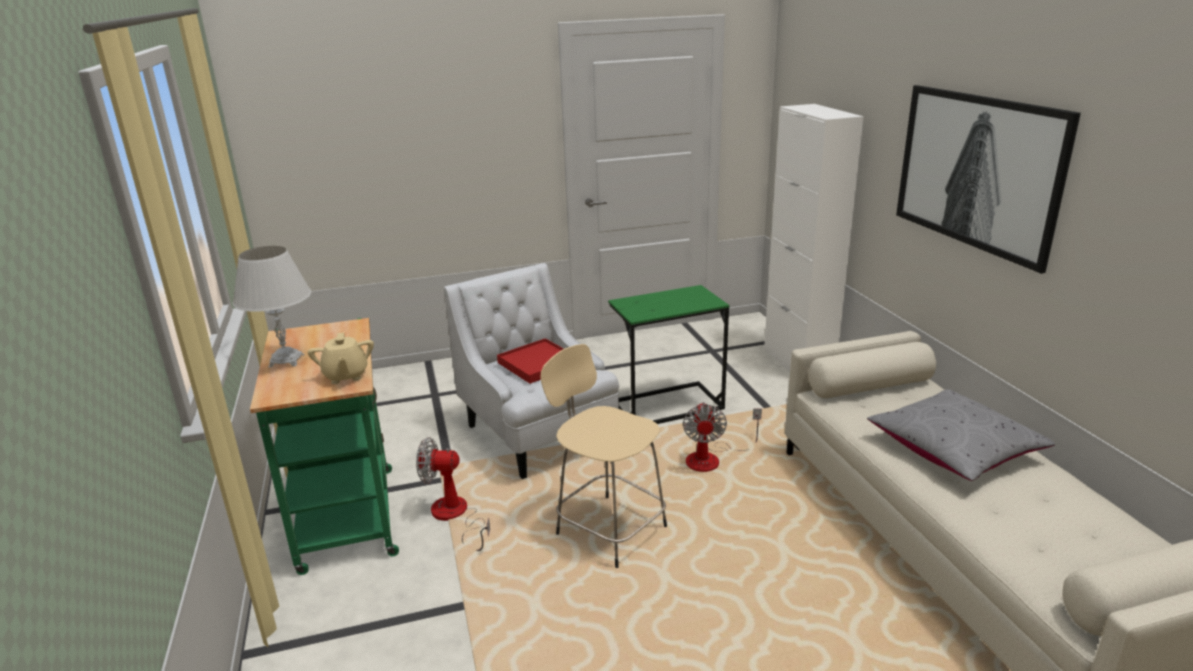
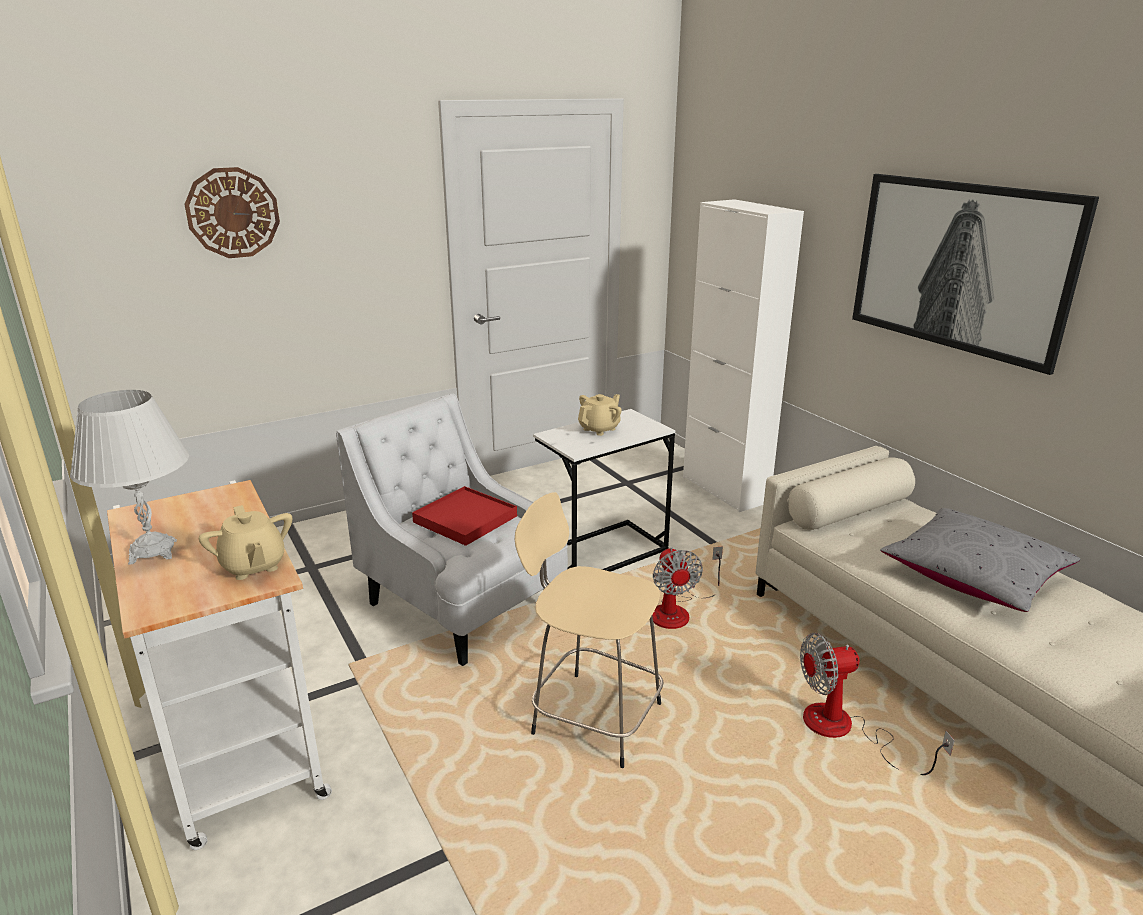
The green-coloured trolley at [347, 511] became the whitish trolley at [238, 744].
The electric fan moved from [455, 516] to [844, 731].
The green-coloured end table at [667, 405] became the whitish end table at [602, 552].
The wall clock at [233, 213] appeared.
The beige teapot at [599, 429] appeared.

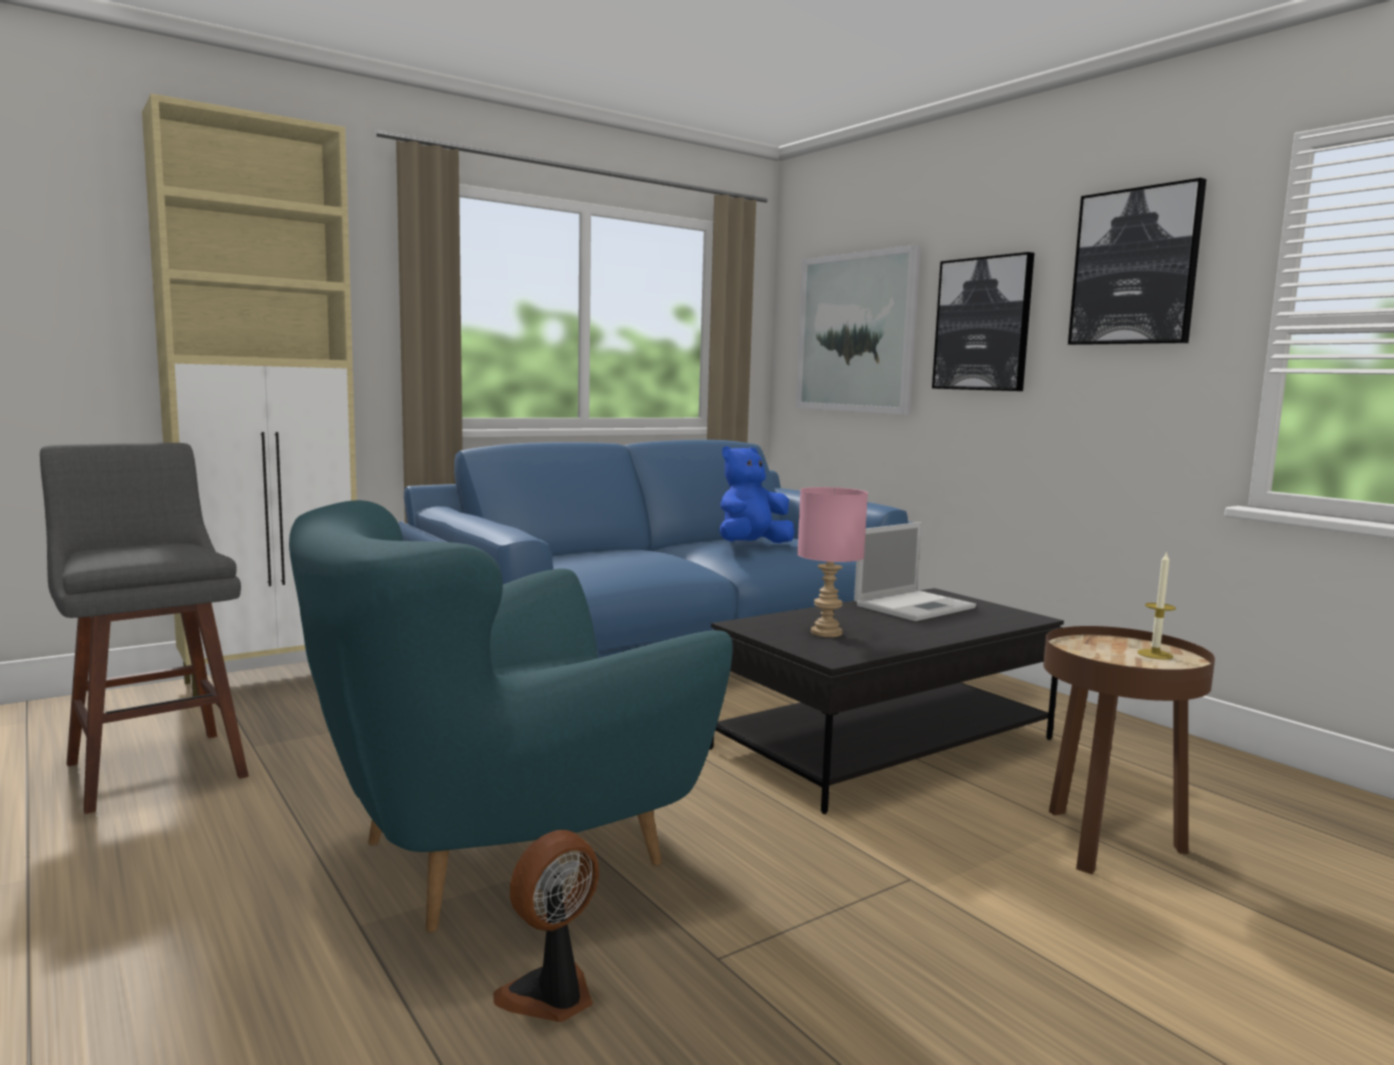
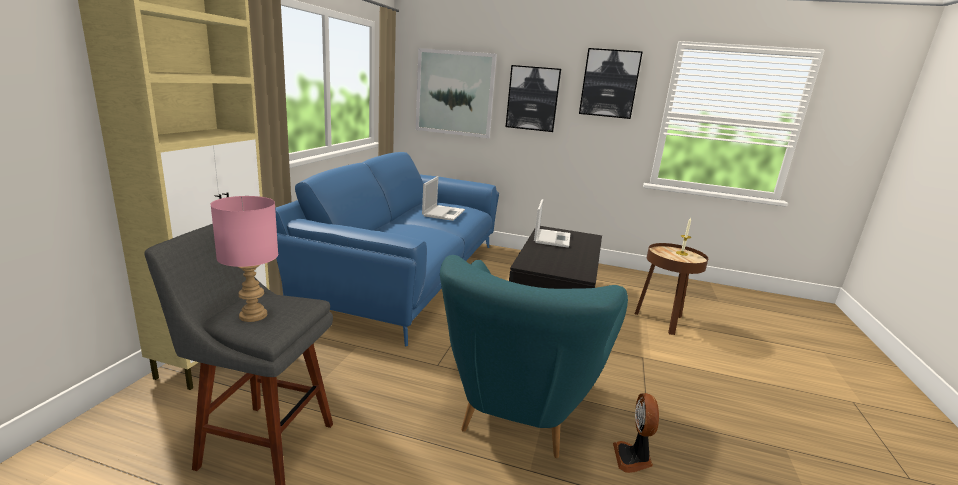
The blue soft toy at [751, 545] was replaced by the portable computer at [444, 213].
The pink tabletop lamp moved from [825, 633] to [253, 316].

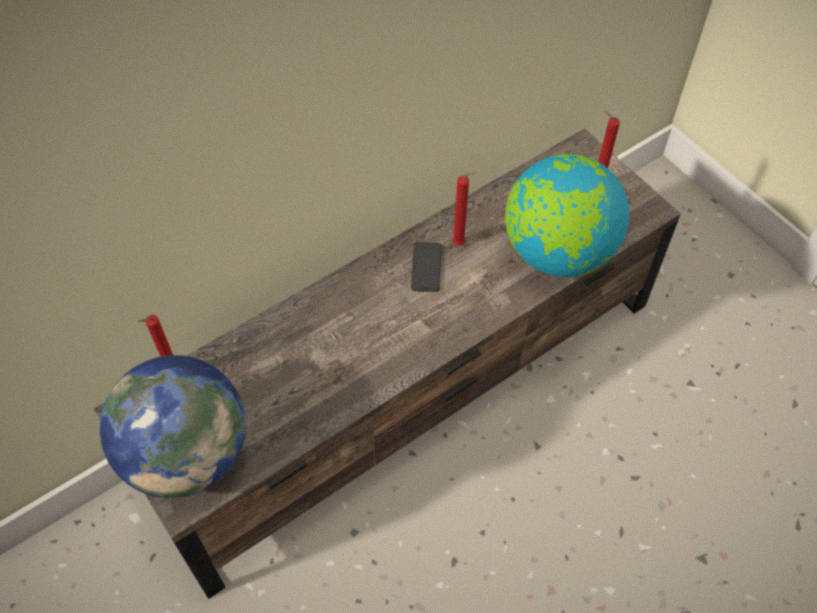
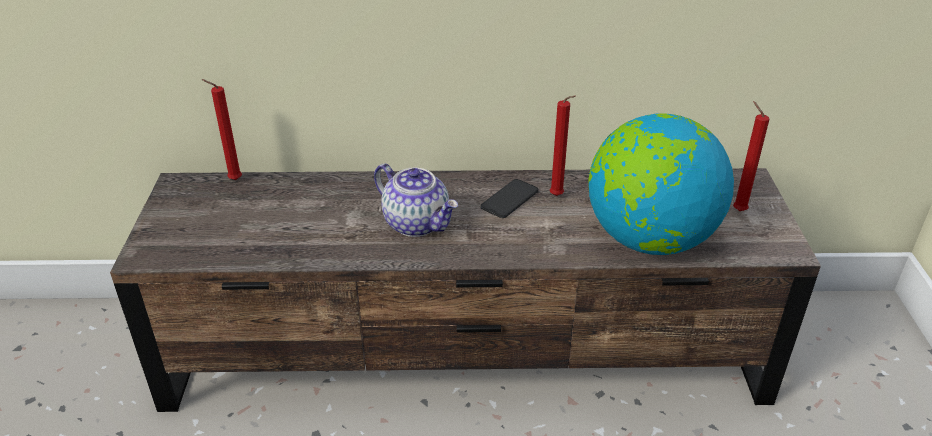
The world globe at [188, 455] disappeared.
The teapot at [417, 223] appeared.

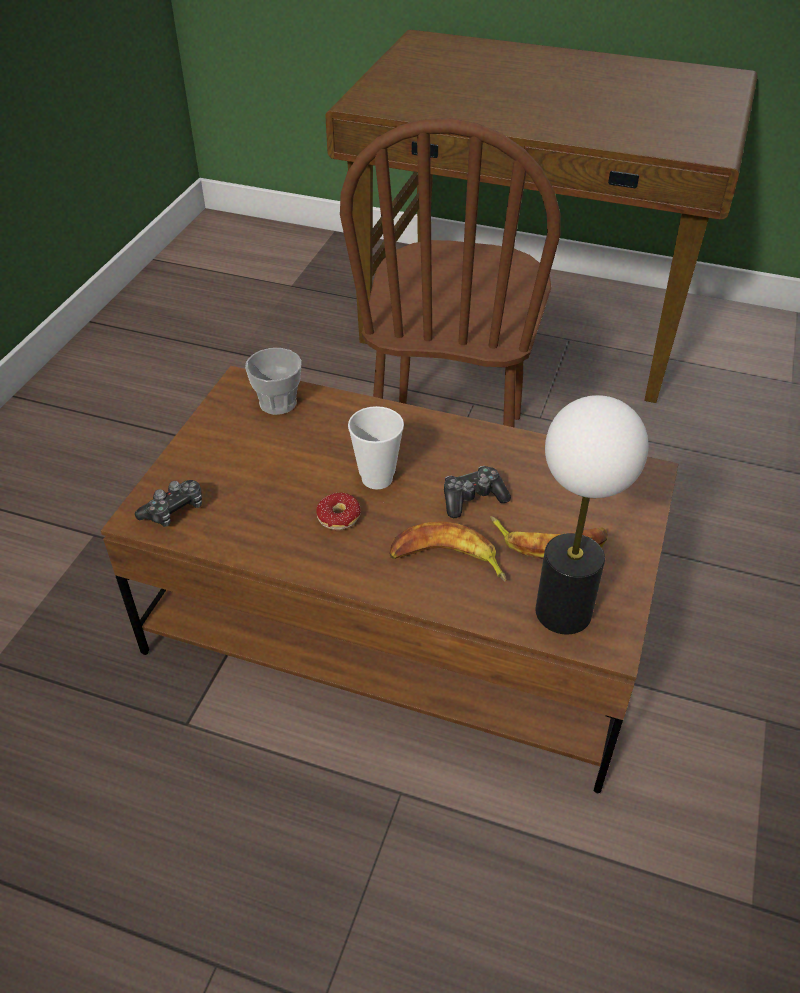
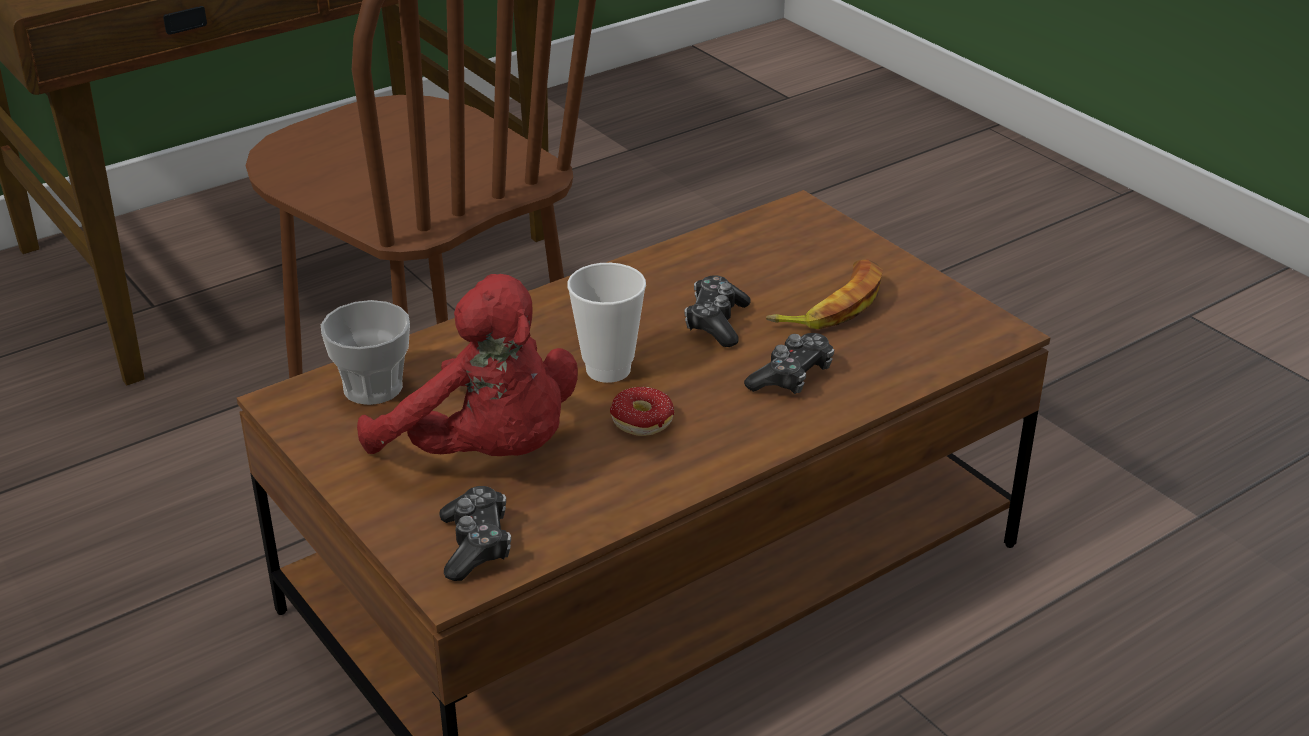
The whole banana at [447, 561] was replaced by the joypad at [792, 377].
The tabletop lamp at [564, 611] disappeared.
The reddish soft toy at [486, 453] appeared.

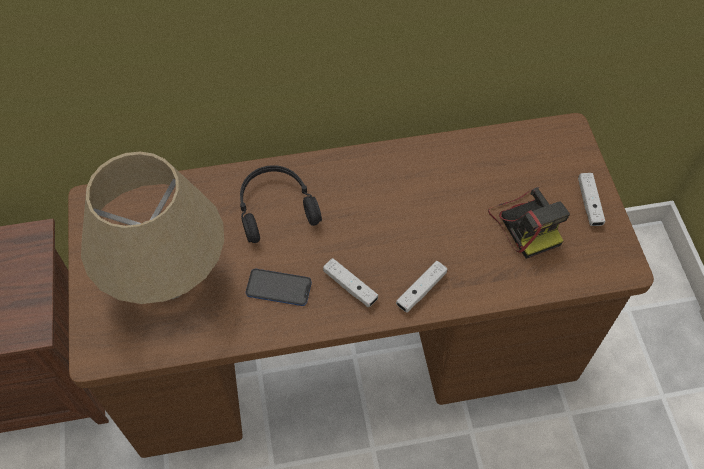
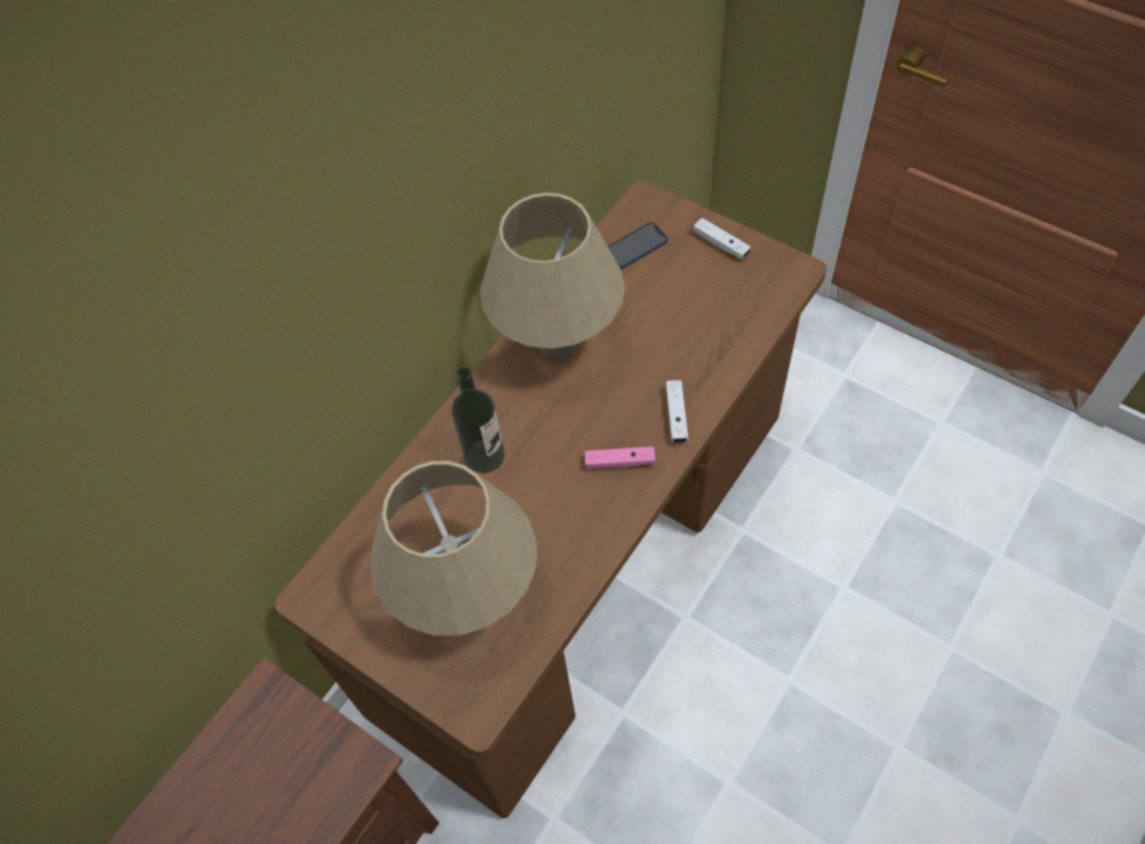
The black pair of headphones at [275, 207] was replaced by the drink bottle at [485, 456].
The handset moved from [279, 288] to [636, 247].
The whitish joypad at [350, 286] became the pink joypad at [620, 462].
The photo camera at [526, 223] disappeared.
The beige tabletop lamp at [558, 343] appeared.

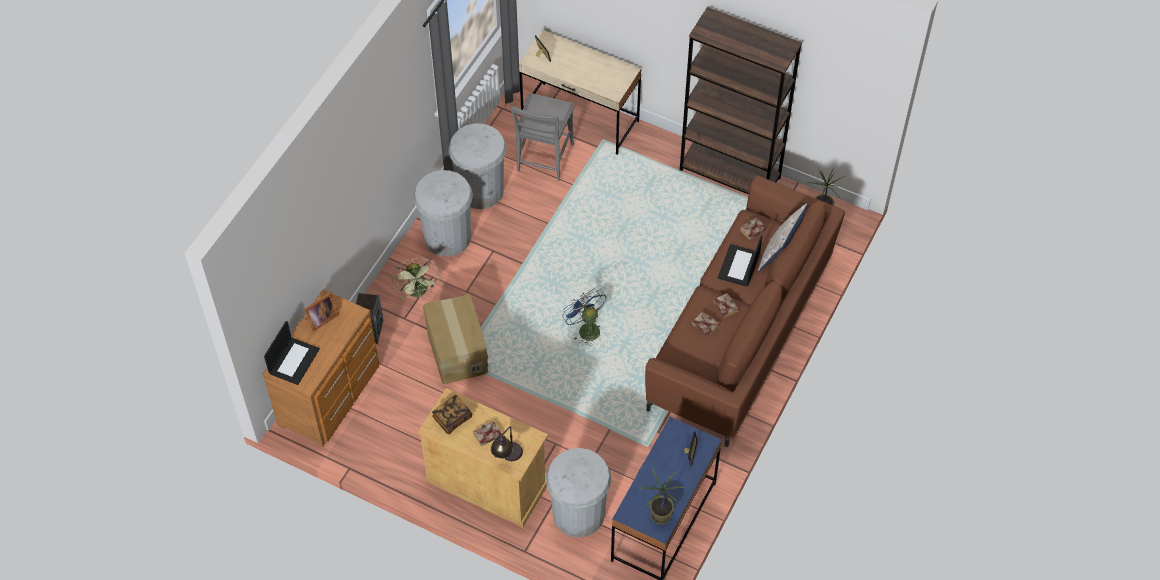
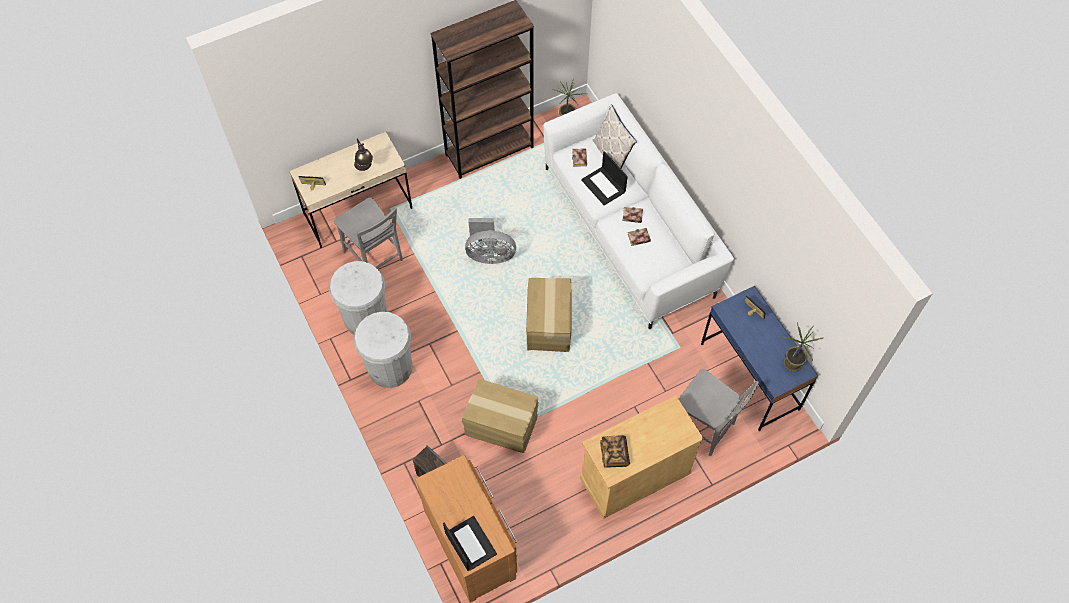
The standing frame at [320, 319] disappeared.
The green-coloured electric fan at [418, 292] disappeared.
The book at [487, 436] disappeared.
The tabletop lamp moved from [507, 458] to [365, 169].
The whitish waste bin at [578, 514] was replaced by the greyish upright chair at [705, 428].
The blue electric fan at [585, 329] was replaced by the packing box at [549, 324].
The brown sofa at [741, 334] became the whitish sofa at [629, 230].
The greyish electric fan at [489, 254] appeared.

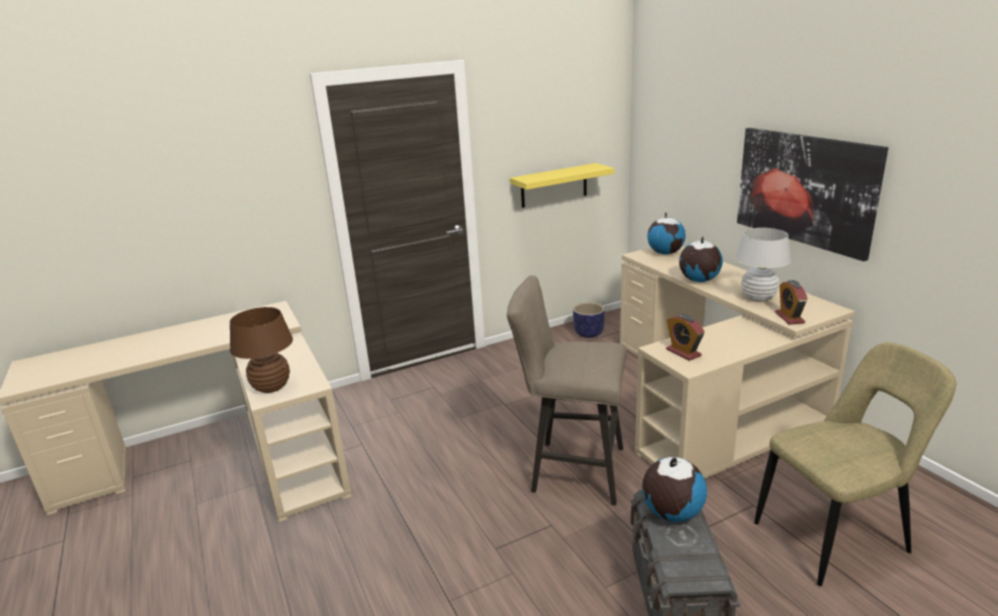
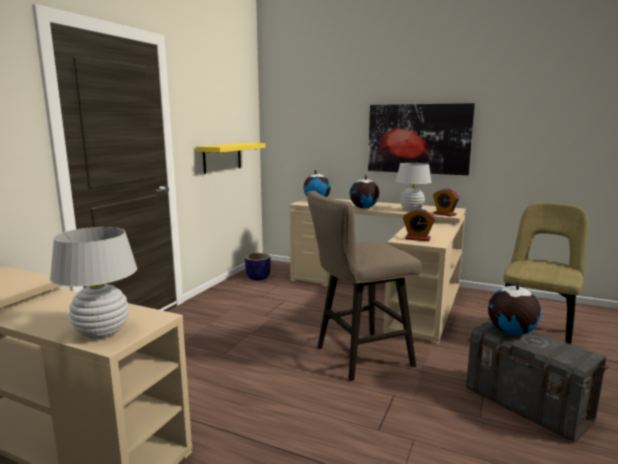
The brown tabletop lamp at [271, 387] became the whitish tabletop lamp at [102, 332].

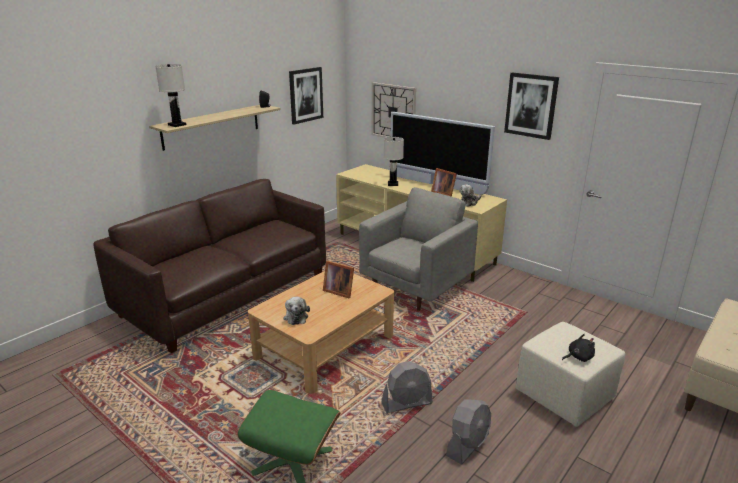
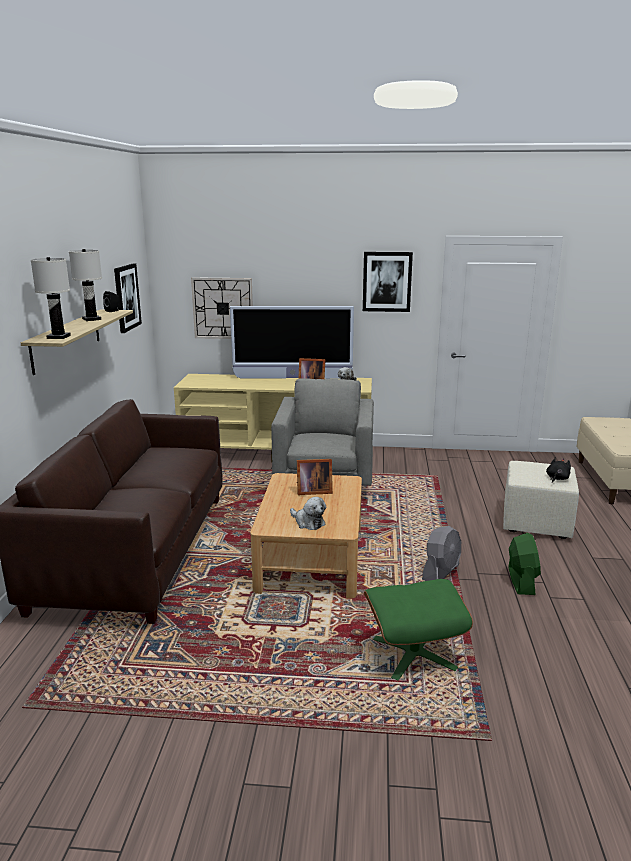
The whitish tabletop lamp moved from [393, 184] to [92, 319].
The greyish electric fan at [468, 445] became the green-coloured electric fan at [521, 581].

